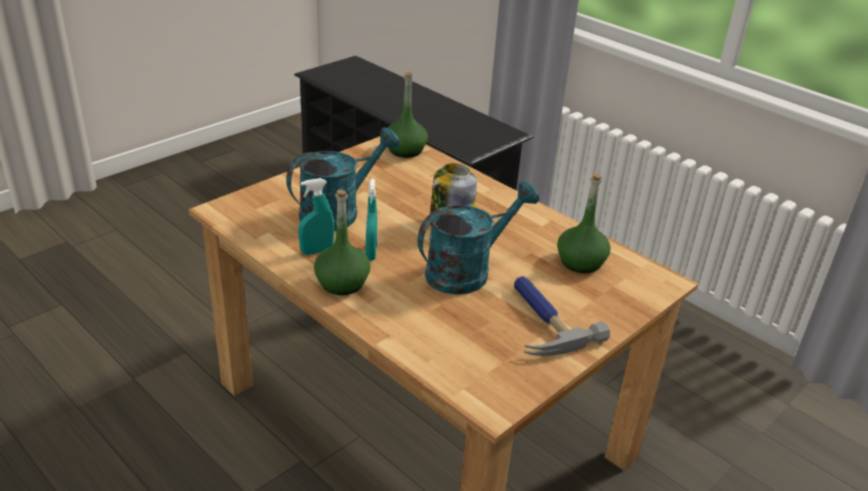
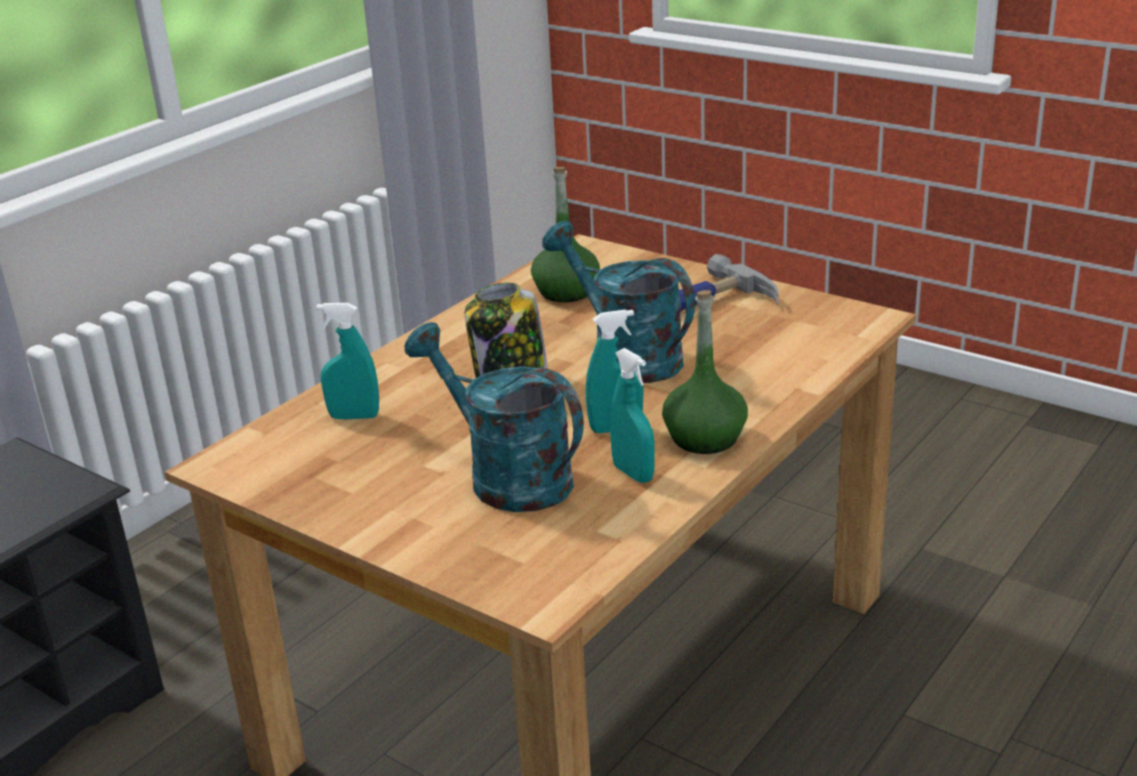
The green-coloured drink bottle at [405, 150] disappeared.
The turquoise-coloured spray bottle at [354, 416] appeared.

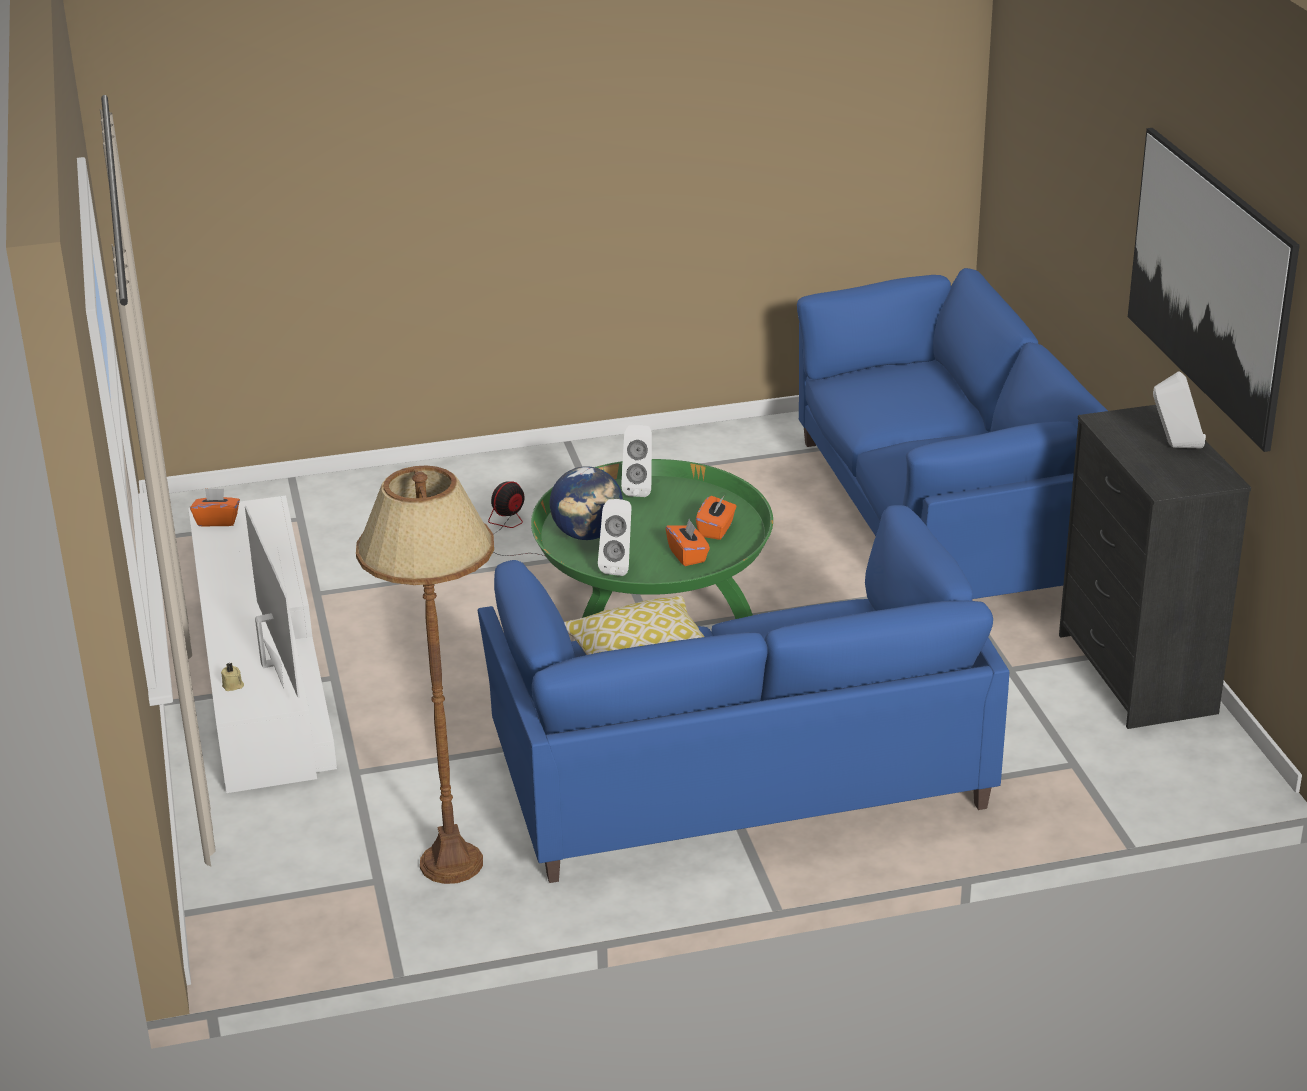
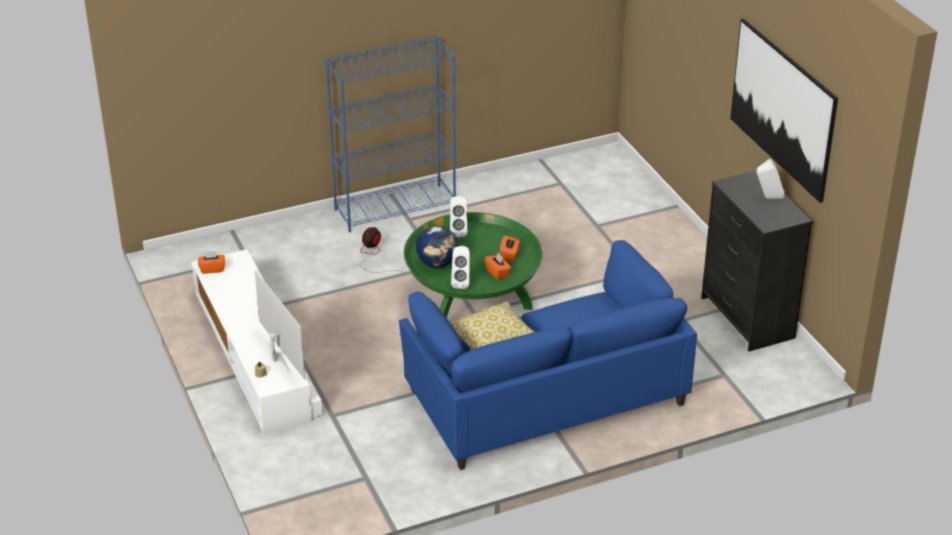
The brown standing lamp at [450, 863] disappeared.
The blue sofa at [949, 515] disappeared.
The blue shelving unit at [395, 208] appeared.

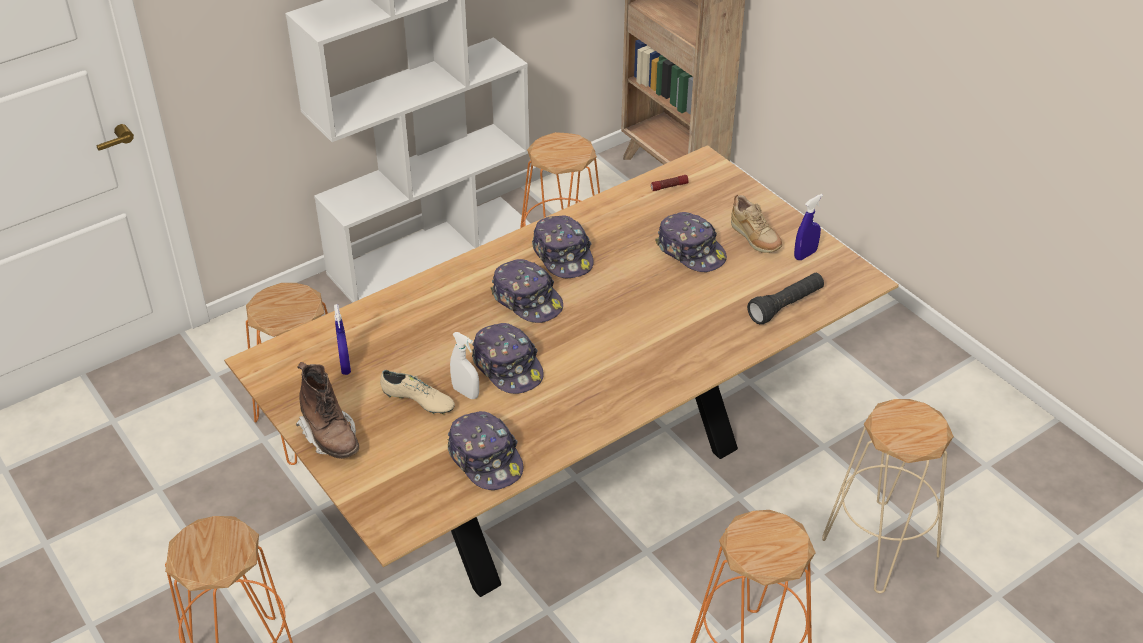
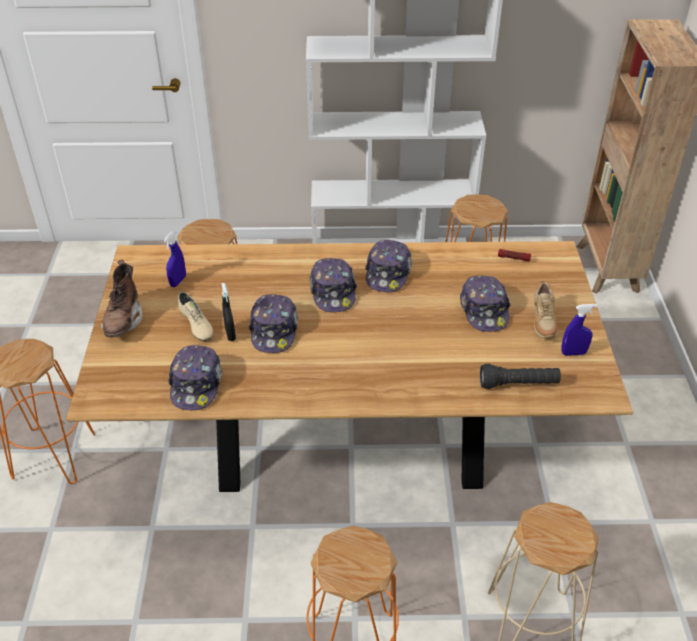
The whitish spray bottle at [465, 392] became the black spray bottle at [230, 334].

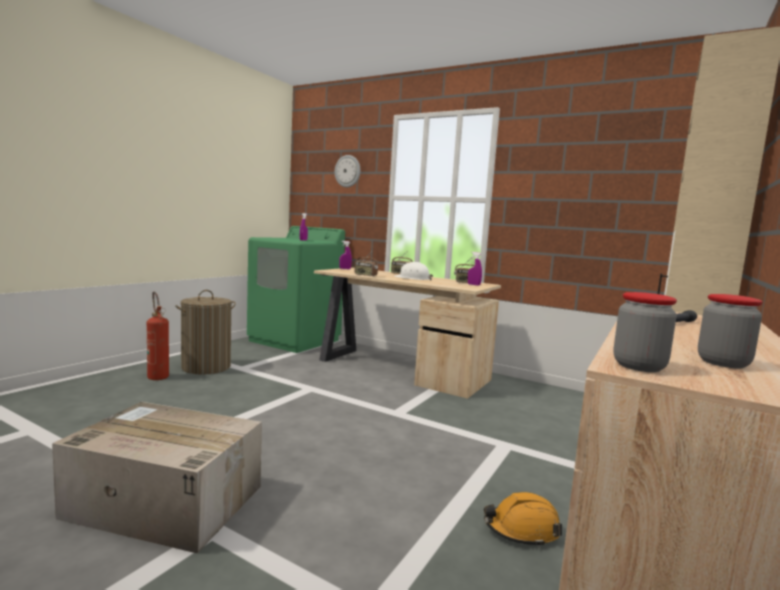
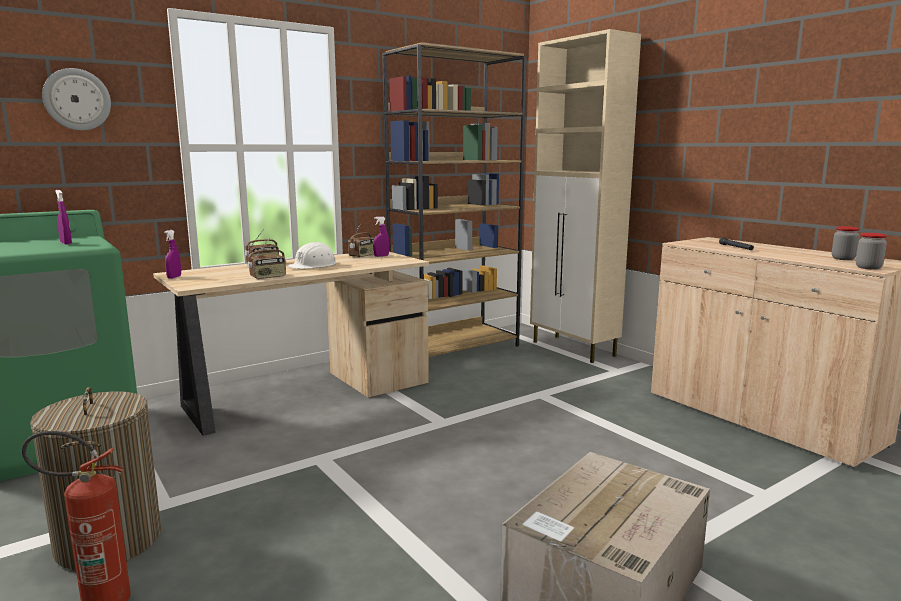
The orange-coloured hard hat at [521, 530] disappeared.
The brown shelving unit at [455, 348] appeared.

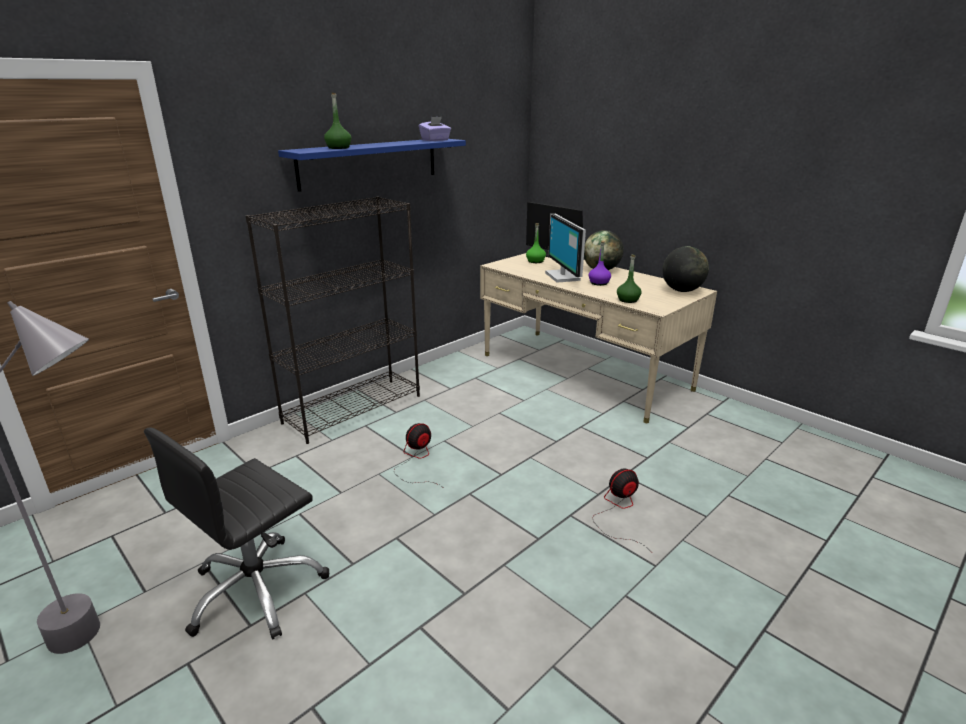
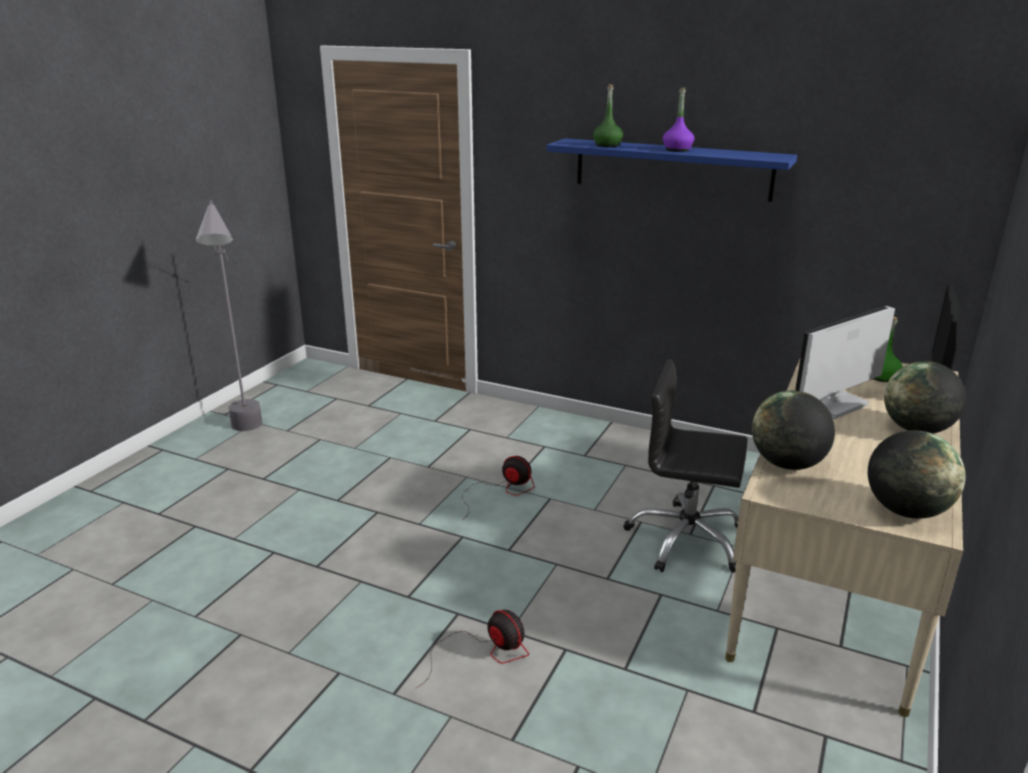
The black desk chair moved from [257, 590] to [686, 540].
The black shelving unit at [353, 408] disappeared.
The purple-coloured tissue holder at [435, 140] disappeared.
The purple-coloured drink bottle moved from [599, 283] to [677, 150].
The green-coloured drink bottle at [628, 300] was replaced by the world globe at [787, 464].

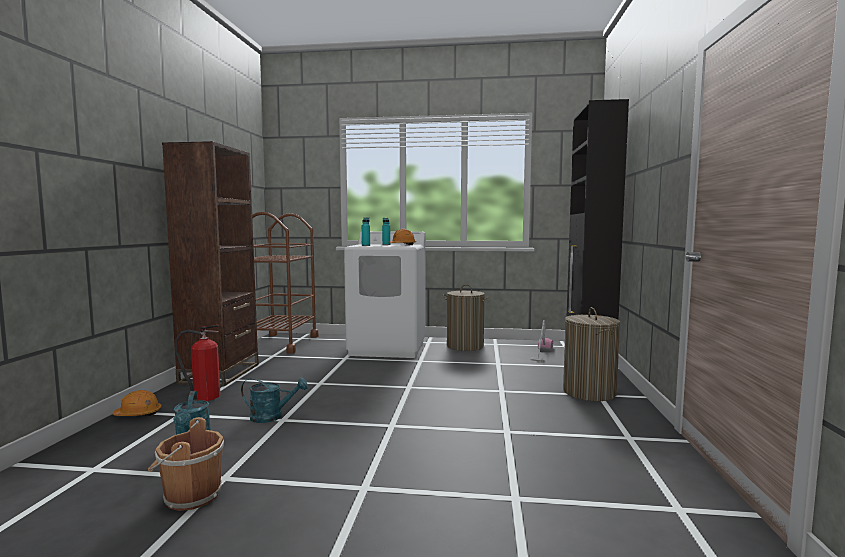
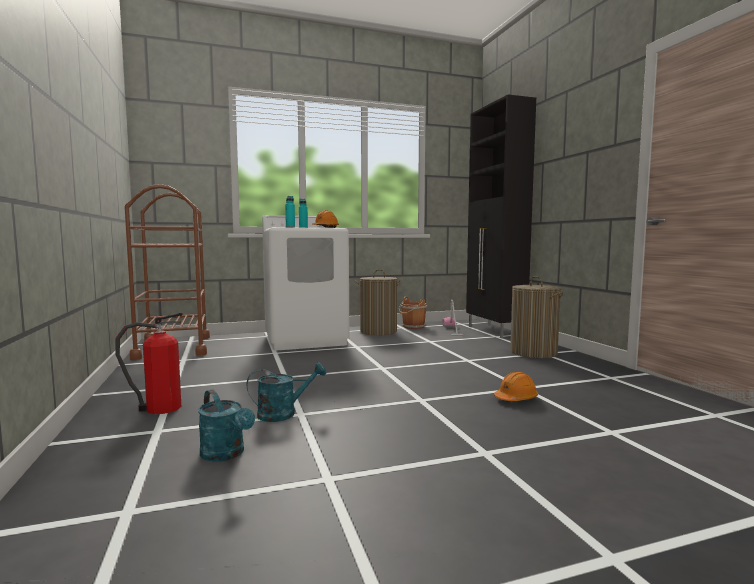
The orange-coloured hard hat moved from [138, 414] to [516, 398].
The brown bucket moved from [190, 496] to [413, 327].
The brown shelving unit at [220, 373] disappeared.

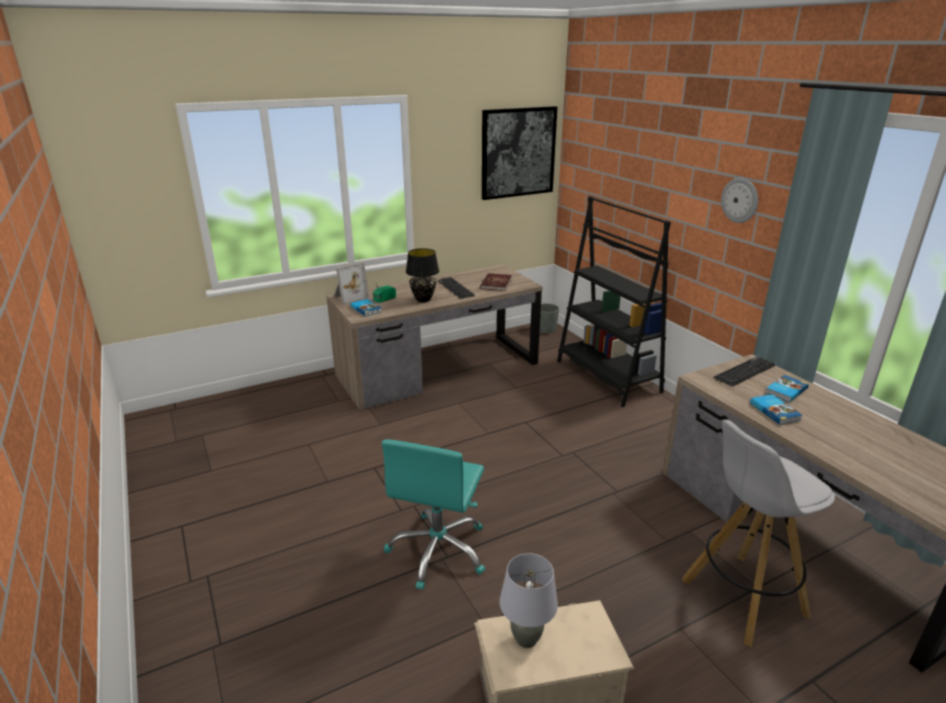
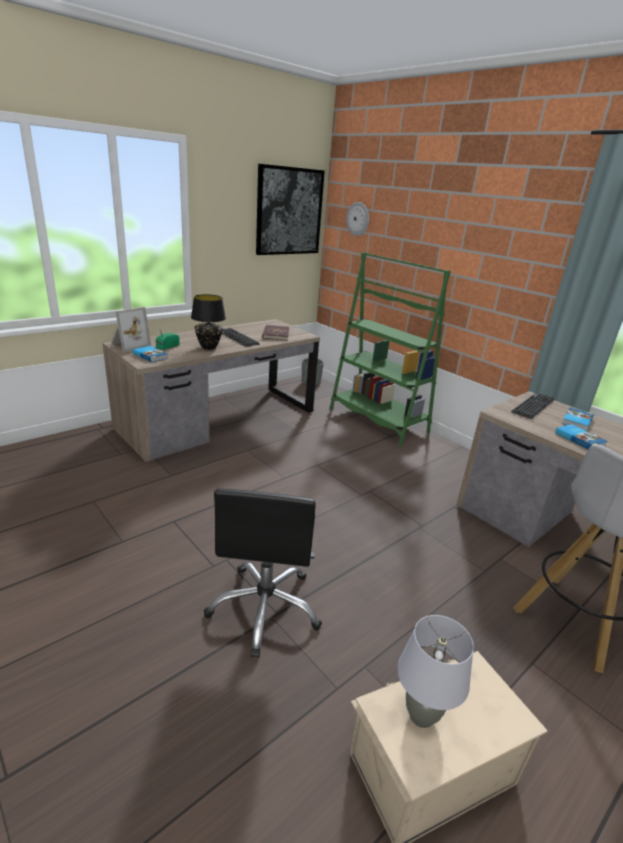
The turquoise-coloured desk chair at [438, 550] became the black desk chair at [265, 608].
The black shelving unit at [607, 376] became the green-coloured shelving unit at [378, 421].
The wall clock moved from [740, 200] to [358, 219].

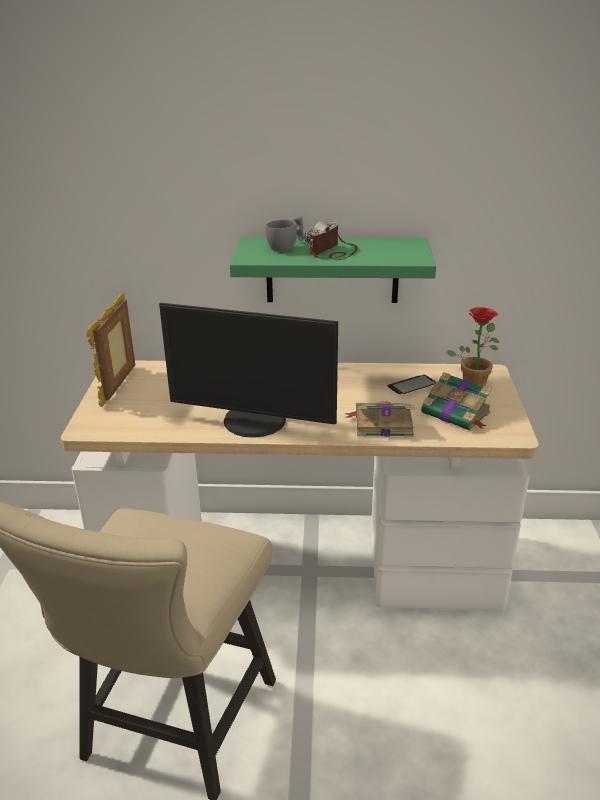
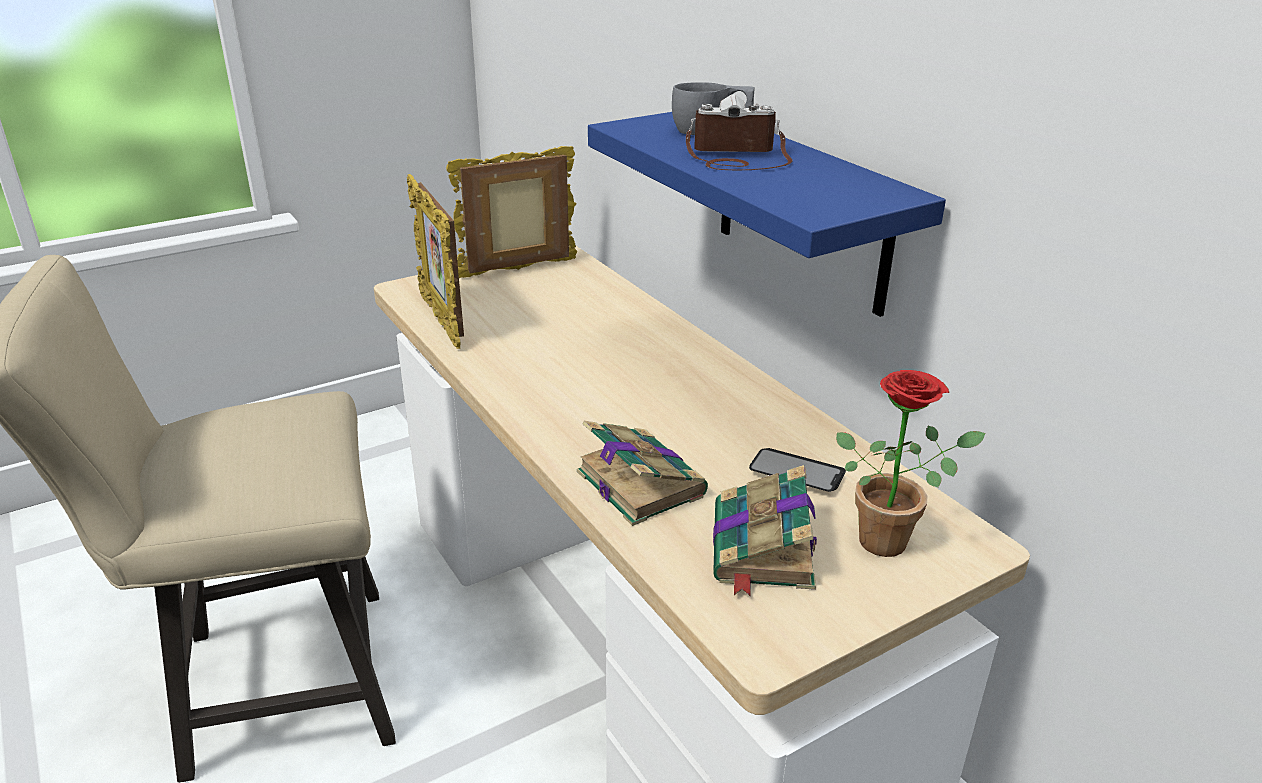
The computer screen at [253, 422] disappeared.
The green-coloured shelf at [332, 270] became the blue shelf at [802, 210].
The standing frame at [442, 321] appeared.

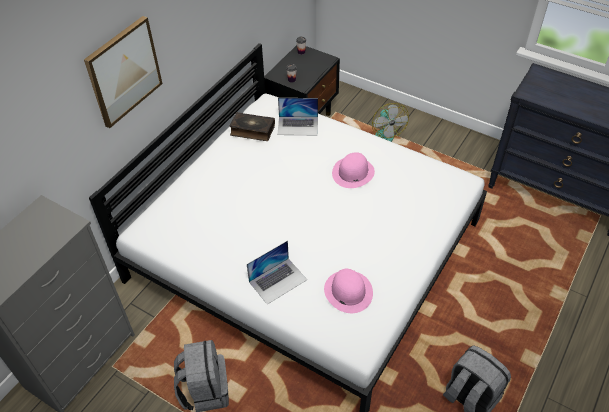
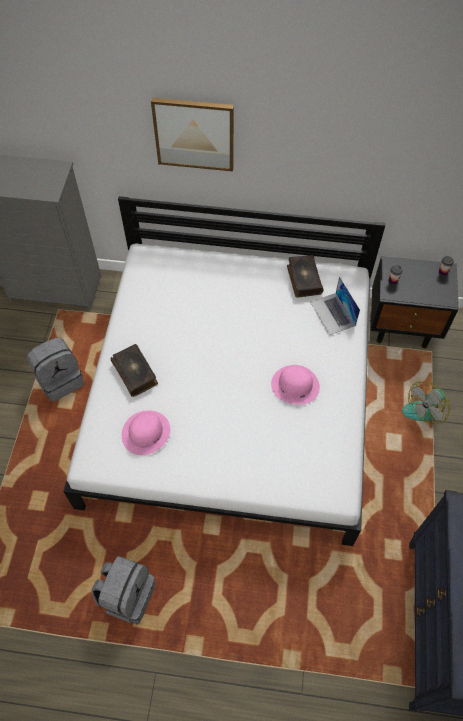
The portable computer at [278, 280] was replaced by the book at [135, 373].

